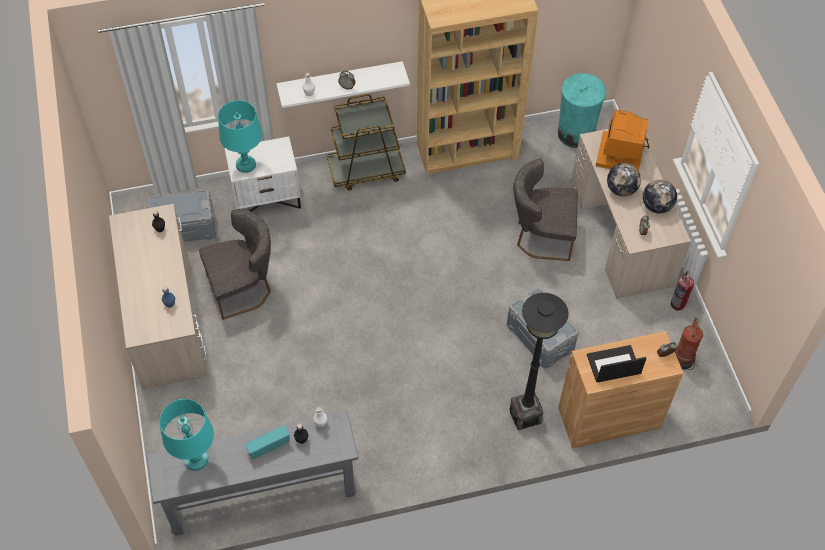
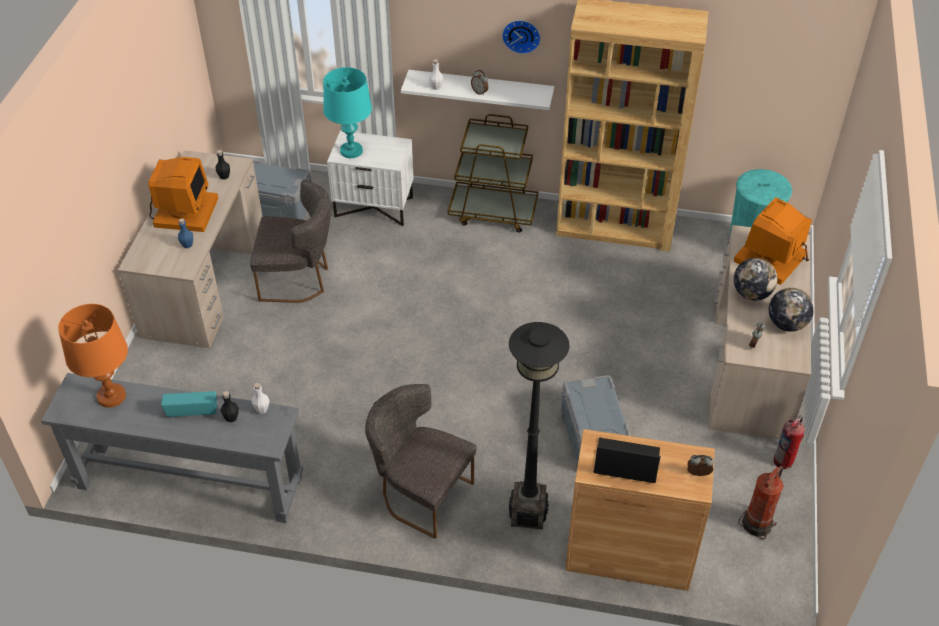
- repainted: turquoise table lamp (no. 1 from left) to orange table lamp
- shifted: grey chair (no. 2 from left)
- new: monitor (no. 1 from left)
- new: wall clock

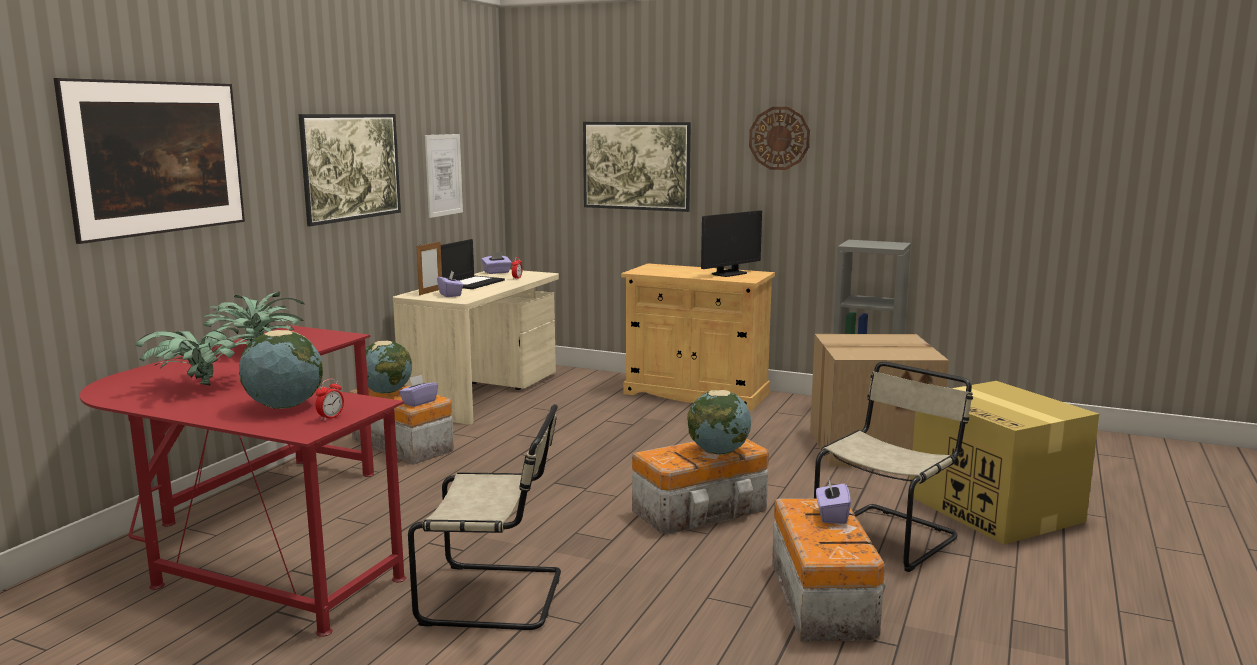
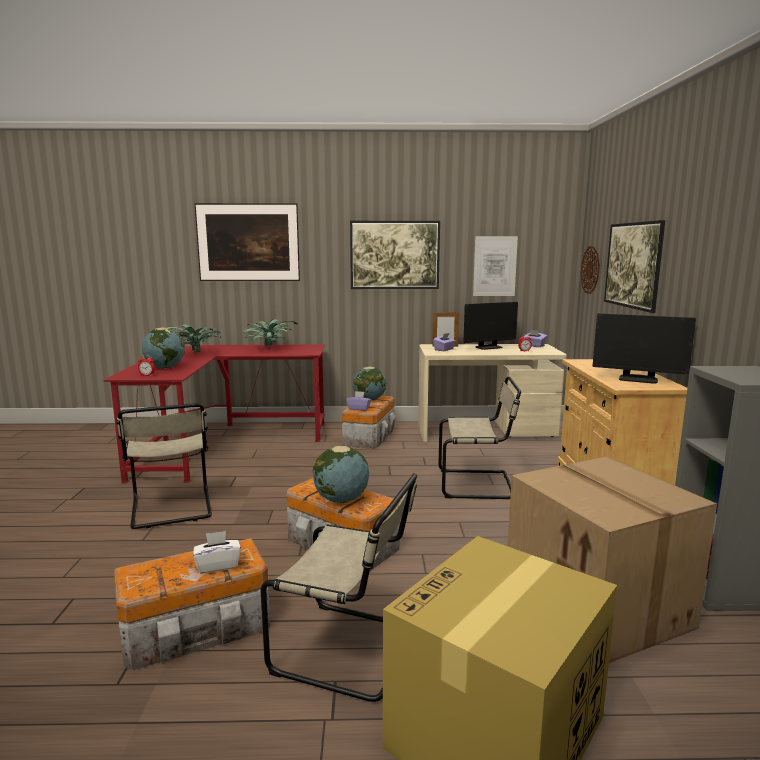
- swapped: laptop to monitor (no. 1 from left)
- shifted: wall clock
- repainted: purple tissue box (no. 4 from left) to white tissue box
- new: beige chair (no. 3 from left)

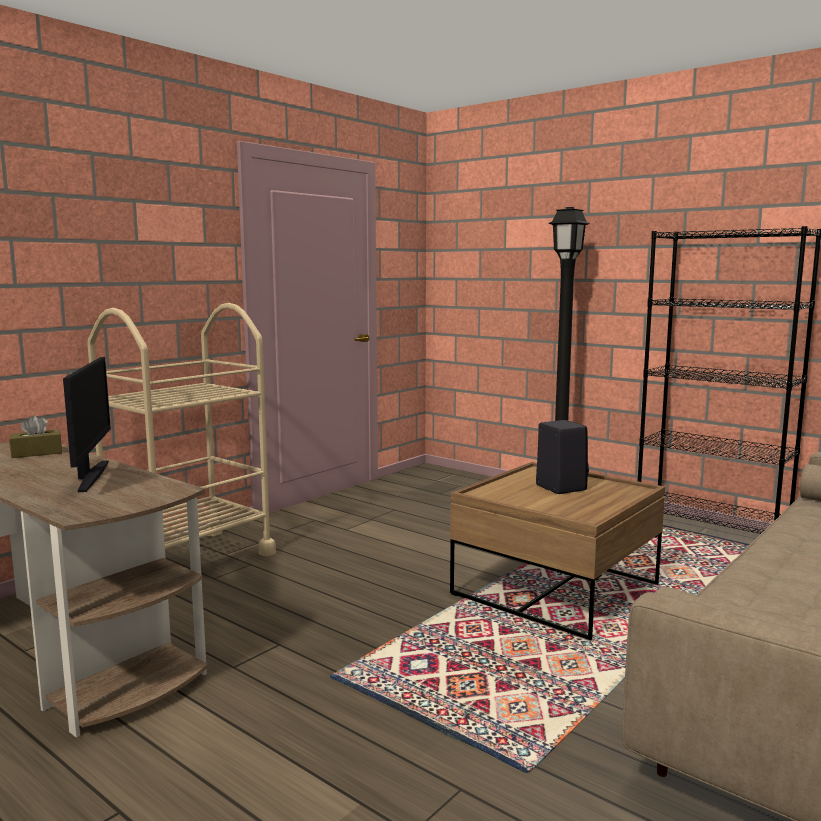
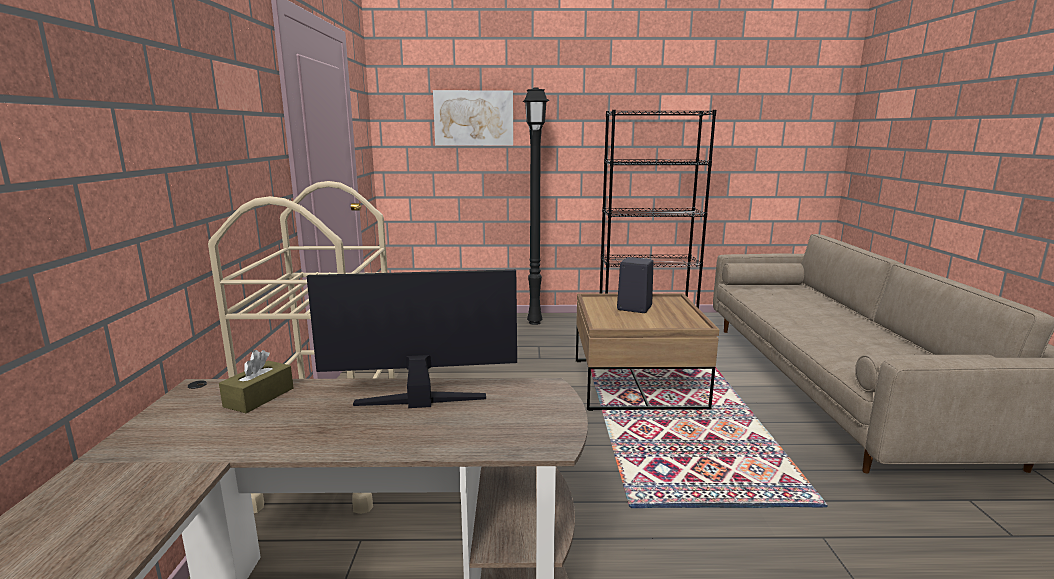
- rotated: monitor 45 degrees counterclockwise
- new: picture

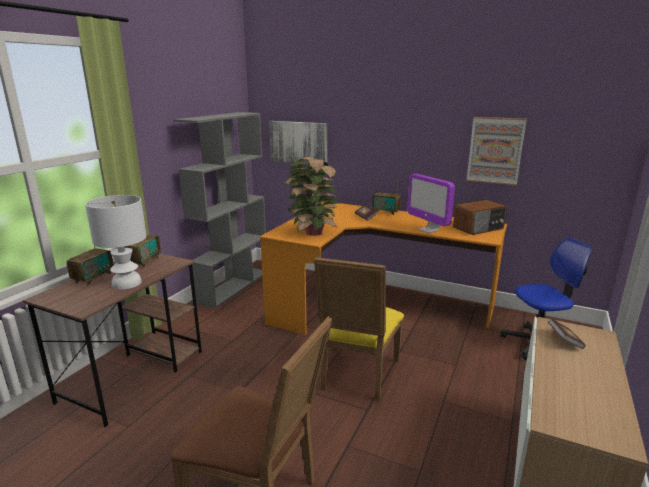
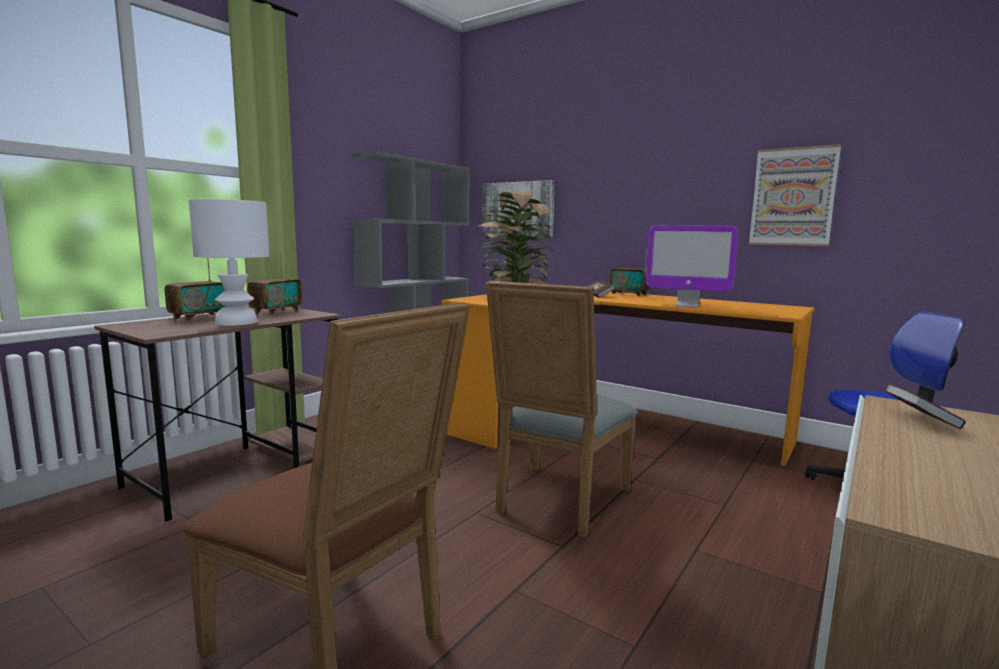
- repainted: yellow chair to grey chair
- rotated: monitor 45 degrees counterclockwise
- gone: radio (no. 4 from left)

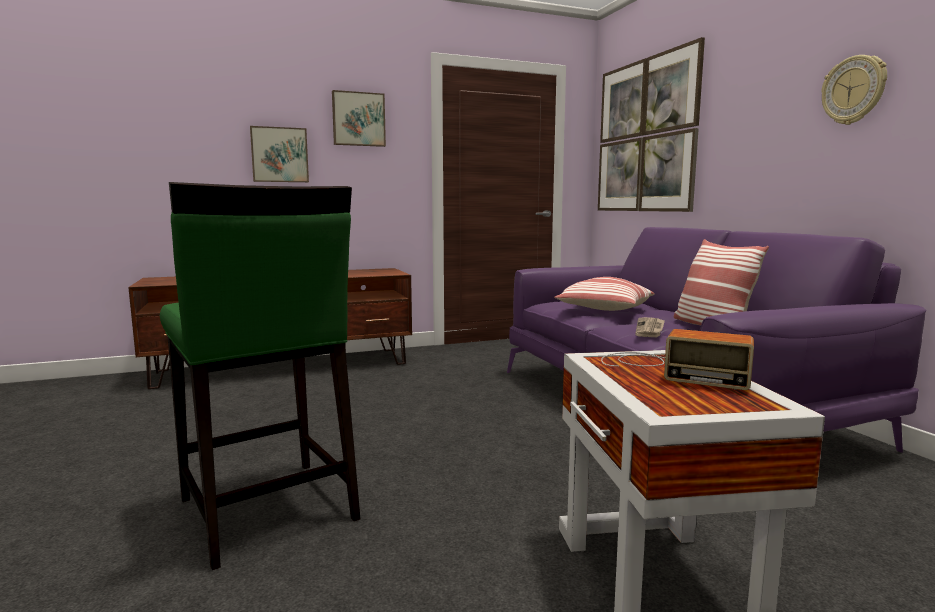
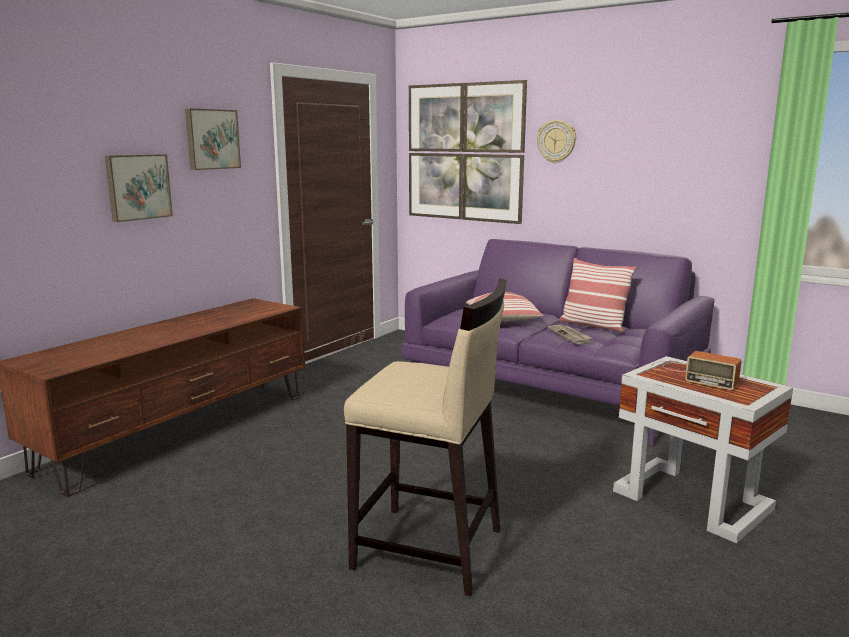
- repainted: green stool to beige stool
- rotated: radio 45 degrees clockwise
- shifted: wall clock

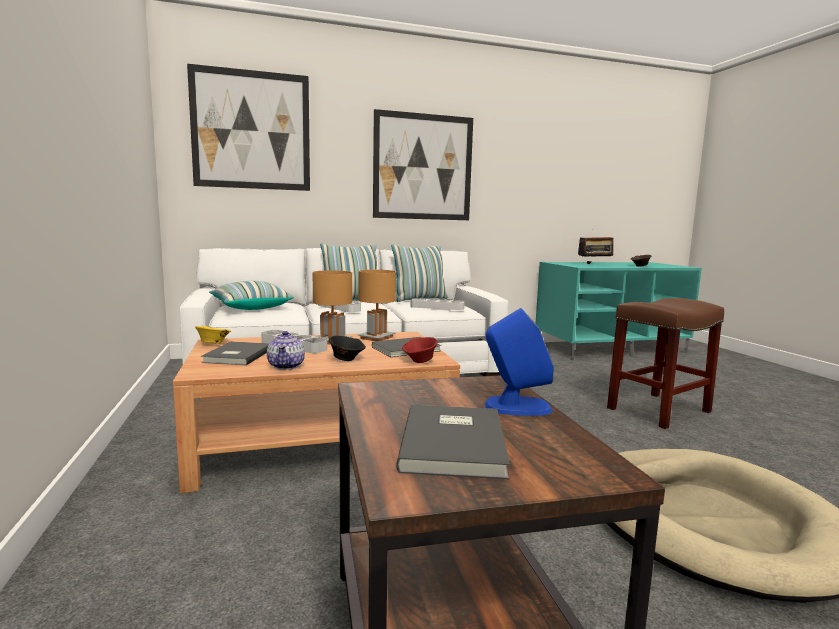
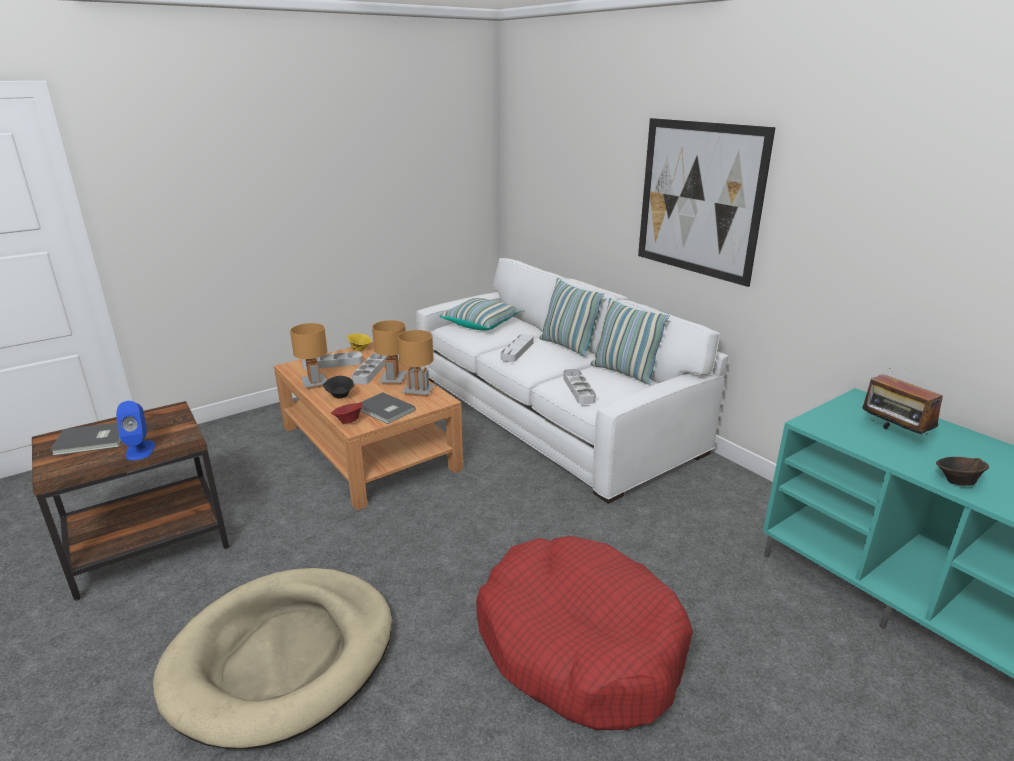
- gone: picture (no. 1 from left)
- swapped: grey book (no. 1 from left) to grey tray (no. 1 from left)
- swapped: teapot to brown table lamp (no. 1 from left)
- swapped: brown stool to red dog bed

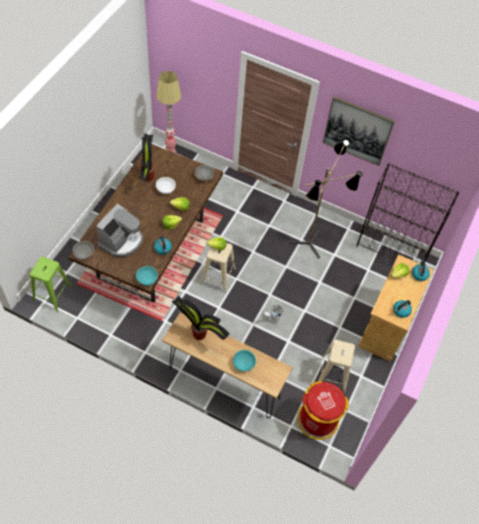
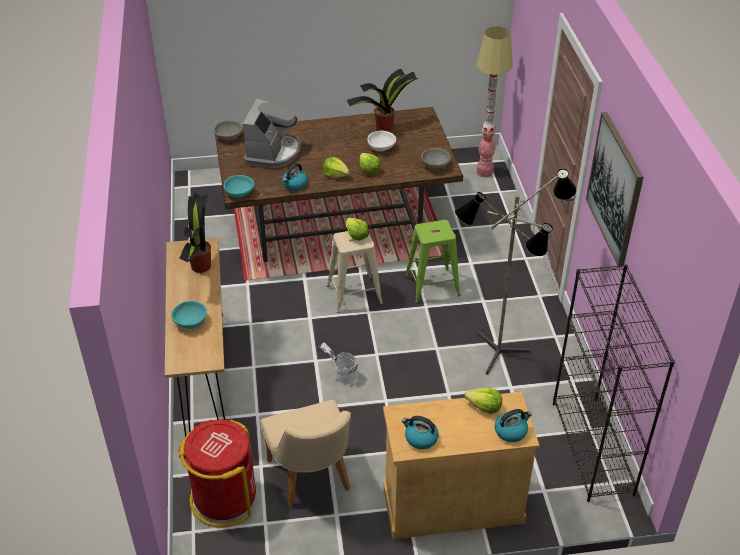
- shifted: green stool
- rotated: coffee machine 75 degrees counterclockwise
- swapped: beige stool (no. 2 from left) to beige chair

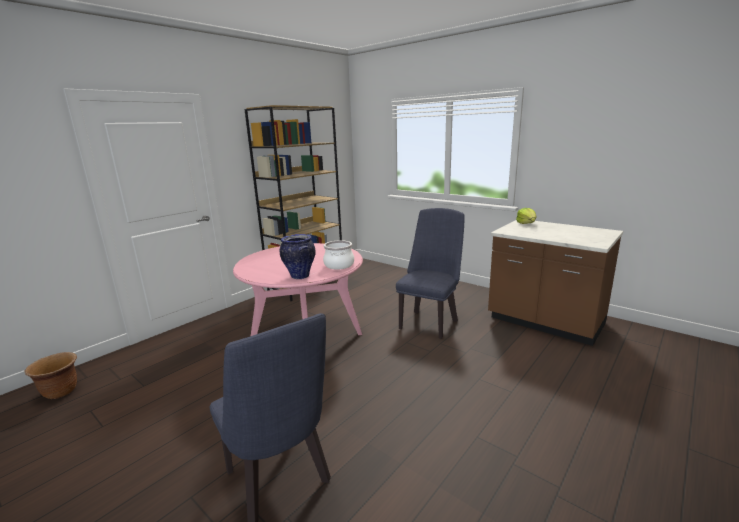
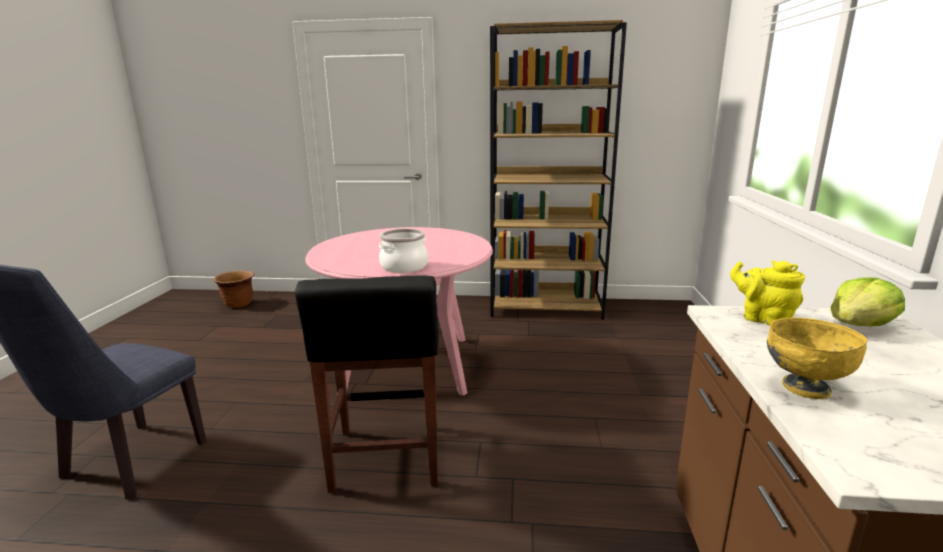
- gone: vase
- gone: blue chair (no. 2 from left)
- new: black stool
- new: yellow teapot
- new: yellow bowl

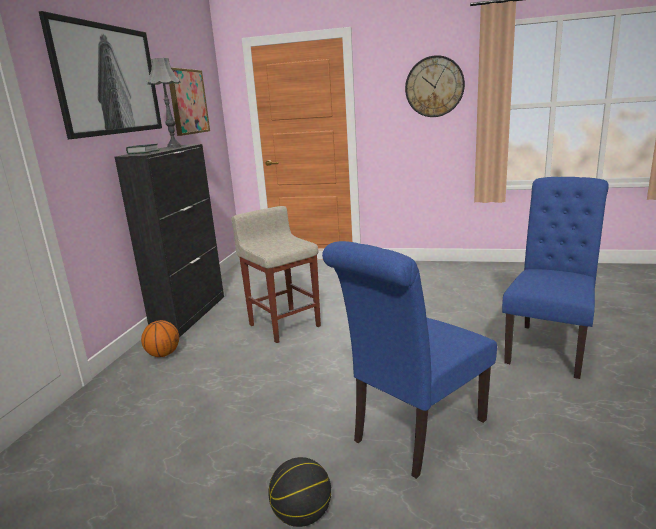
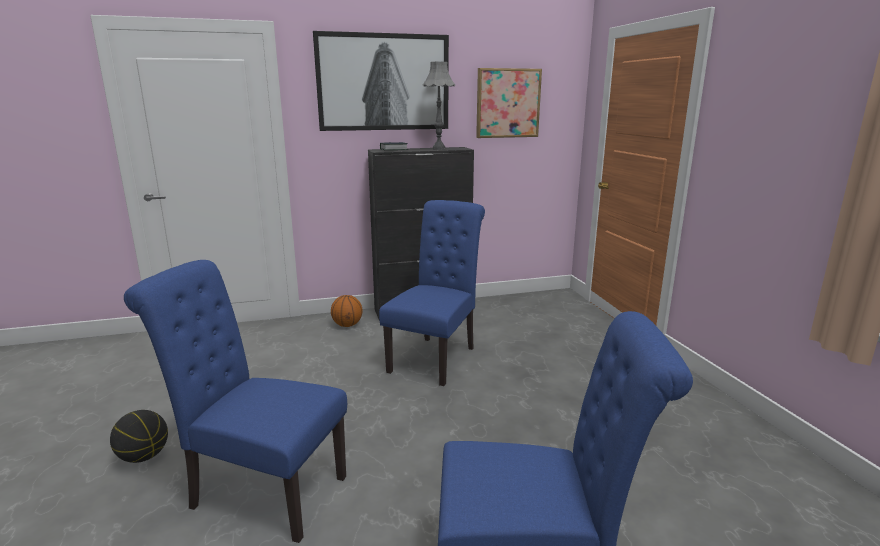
- swapped: beige stool to blue chair (no. 2 from left)
- gone: wall clock

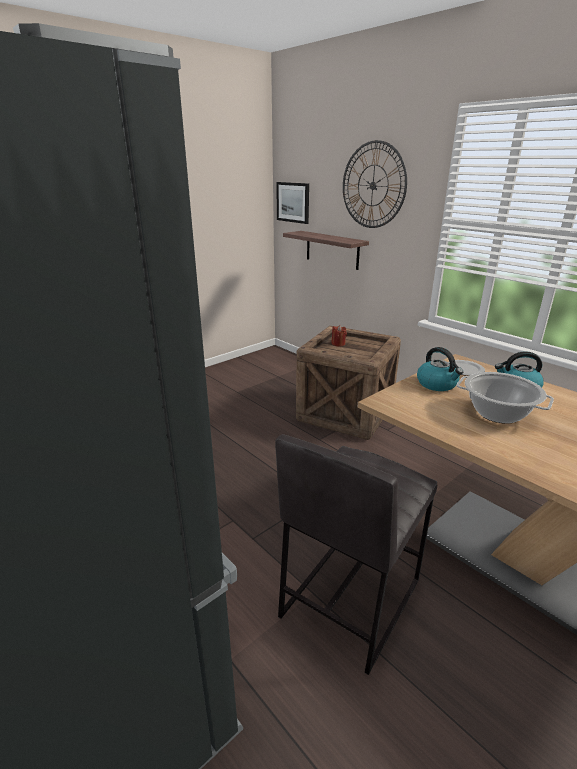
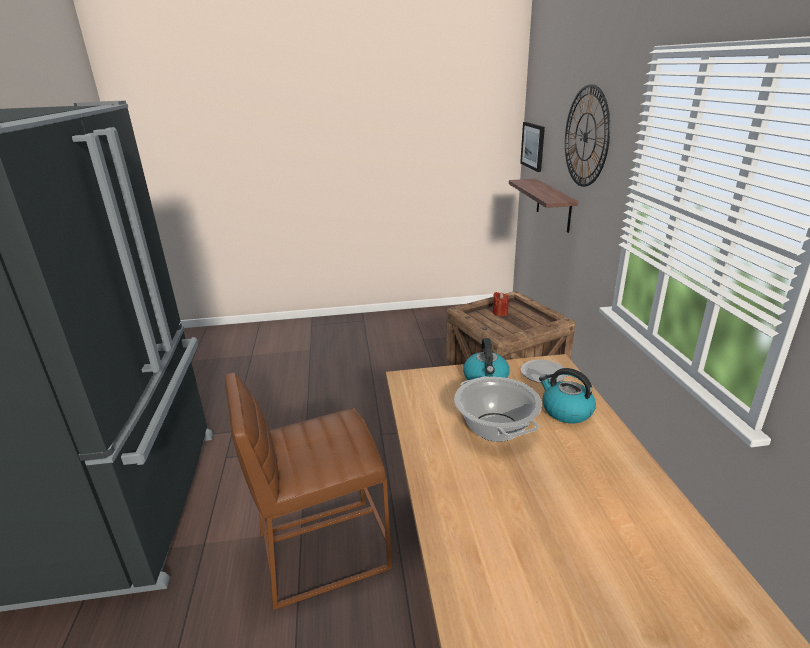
- repainted: grey stool to brown stool

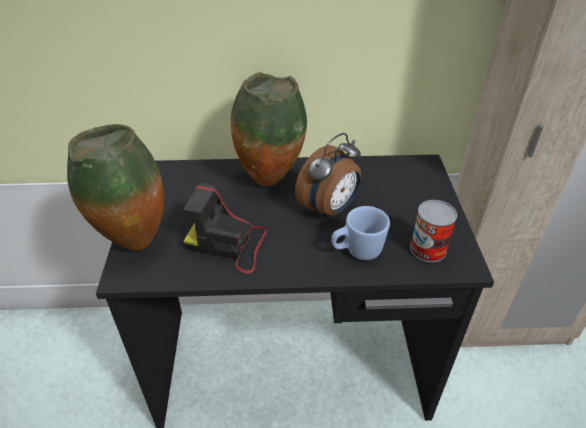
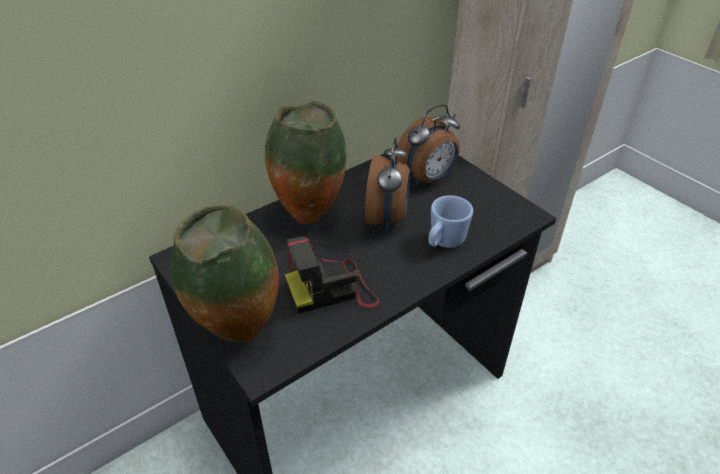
- gone: can
- new: alarm clock (no. 2 from left)

